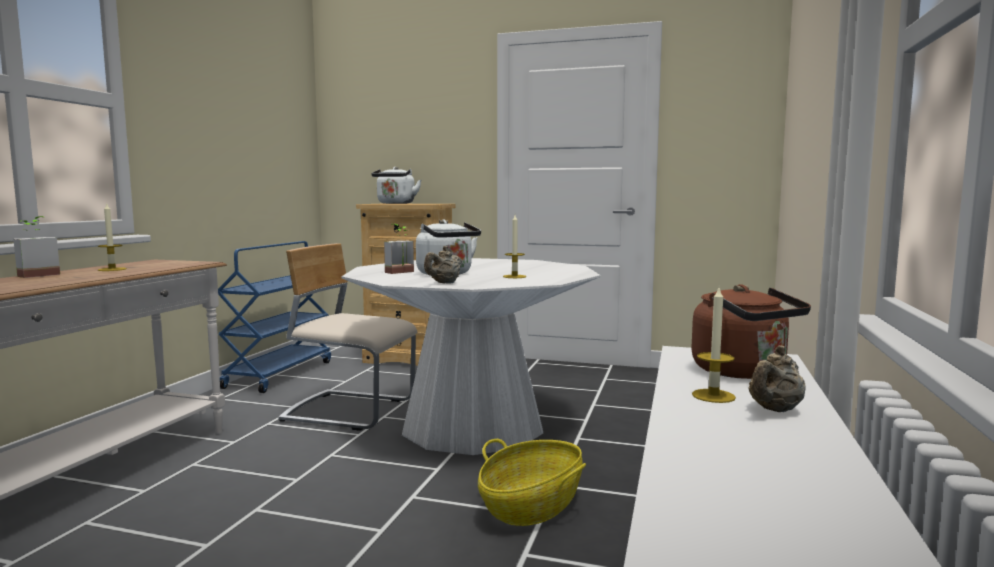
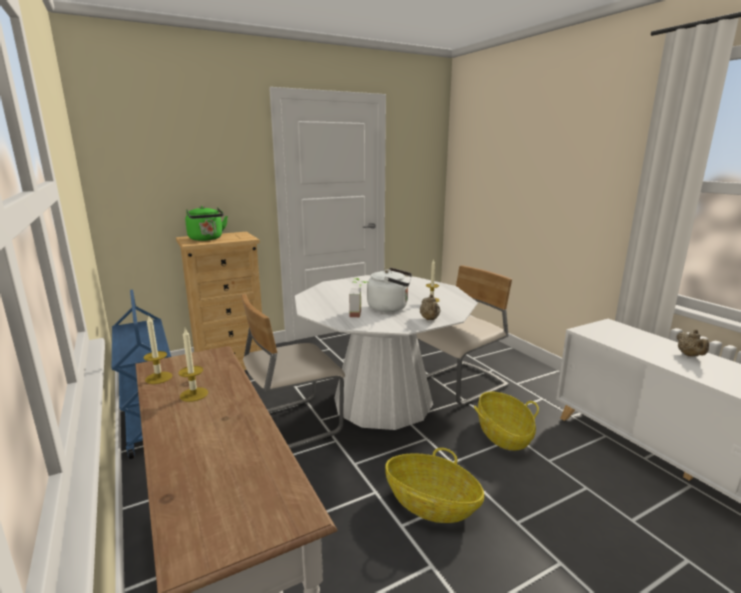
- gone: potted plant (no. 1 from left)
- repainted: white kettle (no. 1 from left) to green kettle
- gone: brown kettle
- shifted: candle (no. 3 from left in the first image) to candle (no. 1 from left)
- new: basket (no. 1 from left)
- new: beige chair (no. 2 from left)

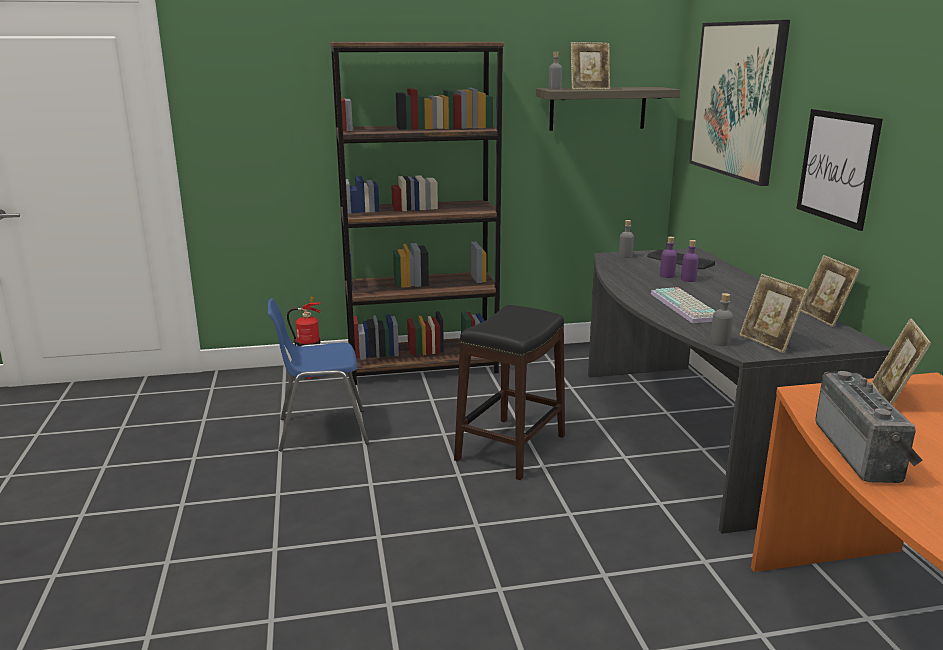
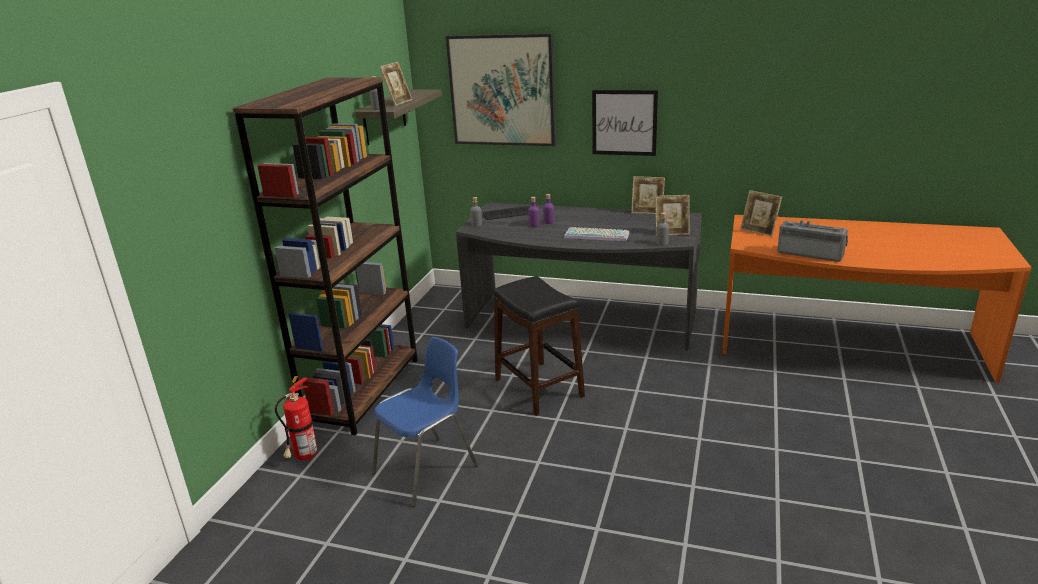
- rotated: blue chair 150 degrees counterclockwise

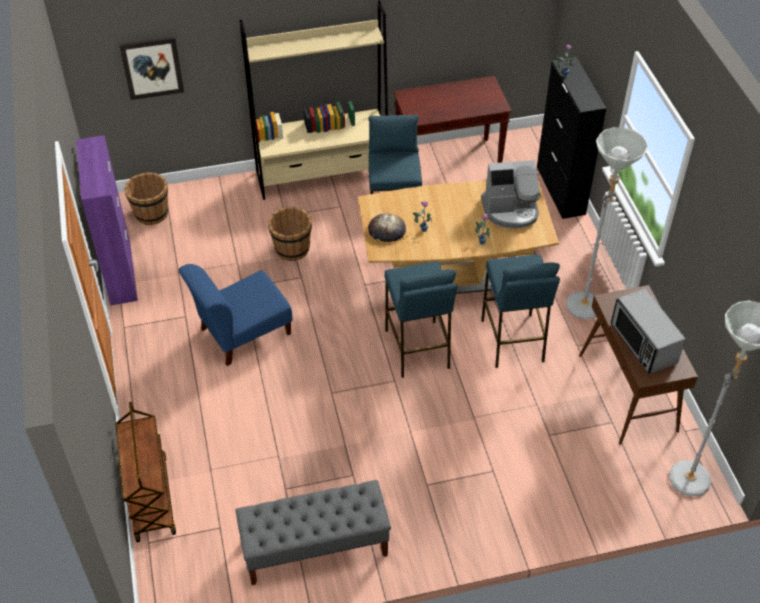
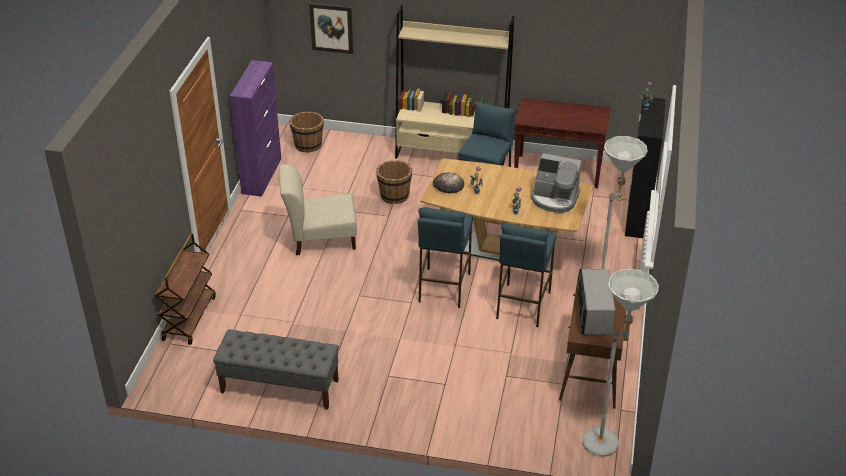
- repainted: blue chair to beige chair

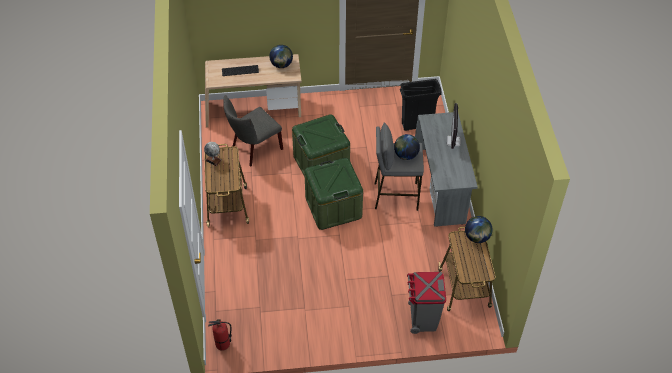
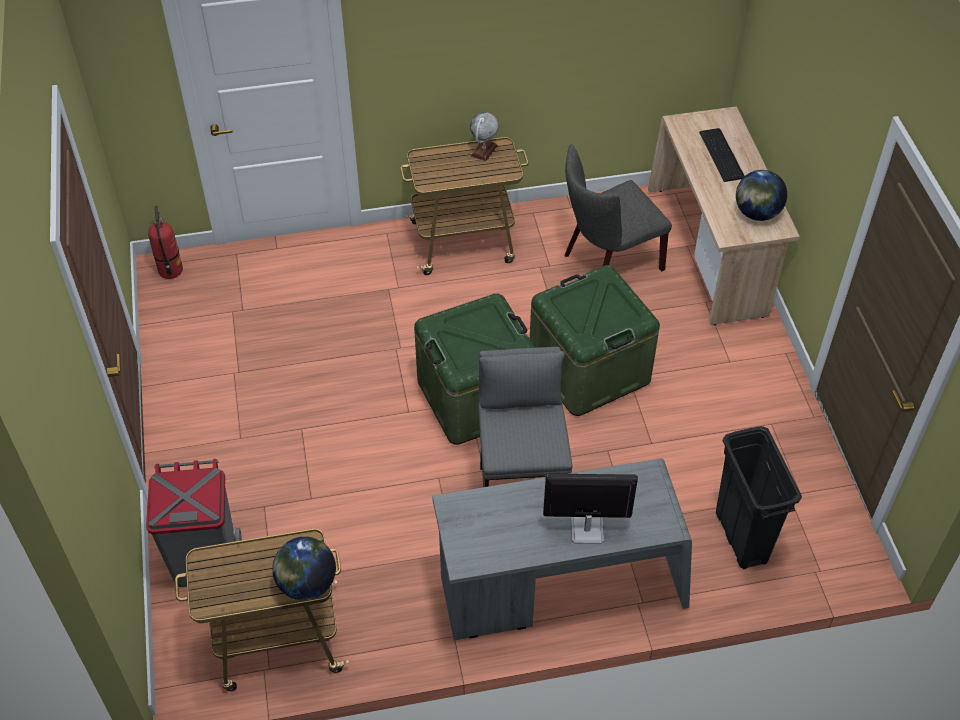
- rotated: grey chair 75 degrees counterclockwise
- gone: globe (no. 3 from left)

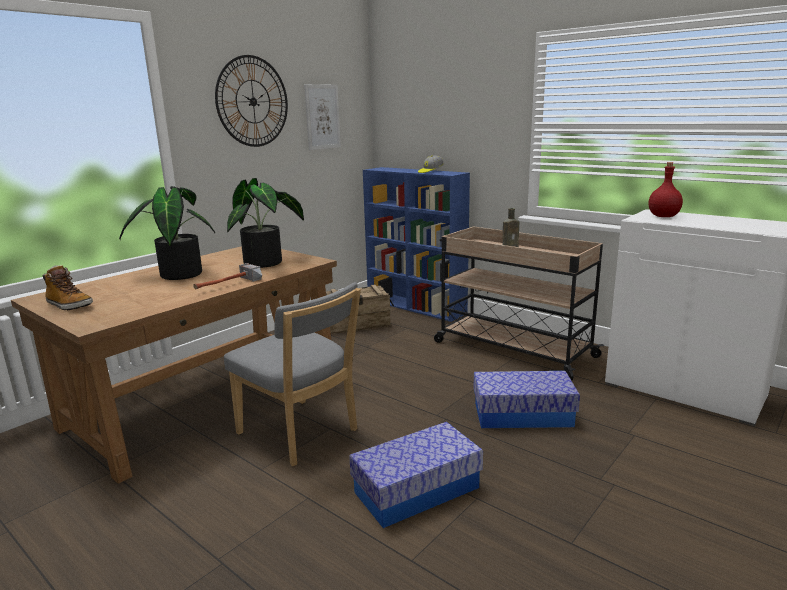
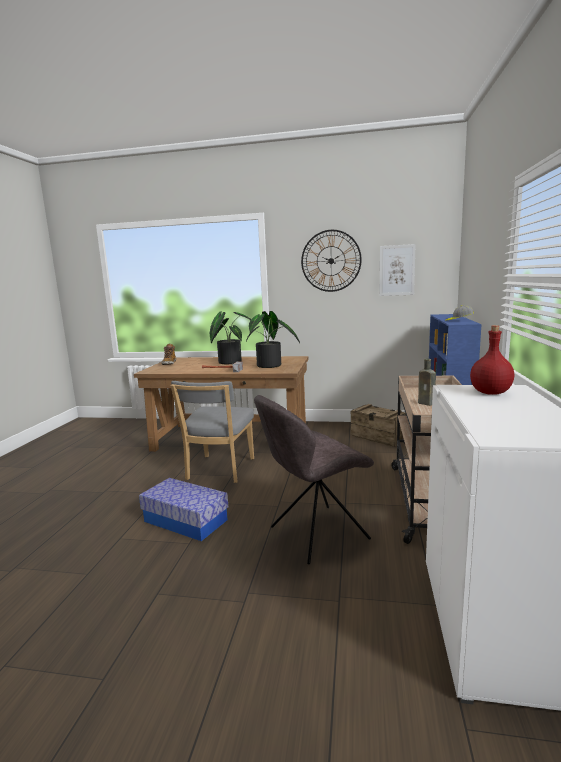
- swapped: storage box (no. 2 from left) to grey chair (no. 2 from left)

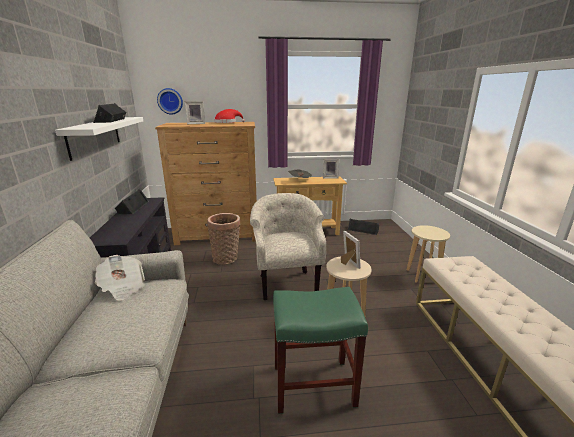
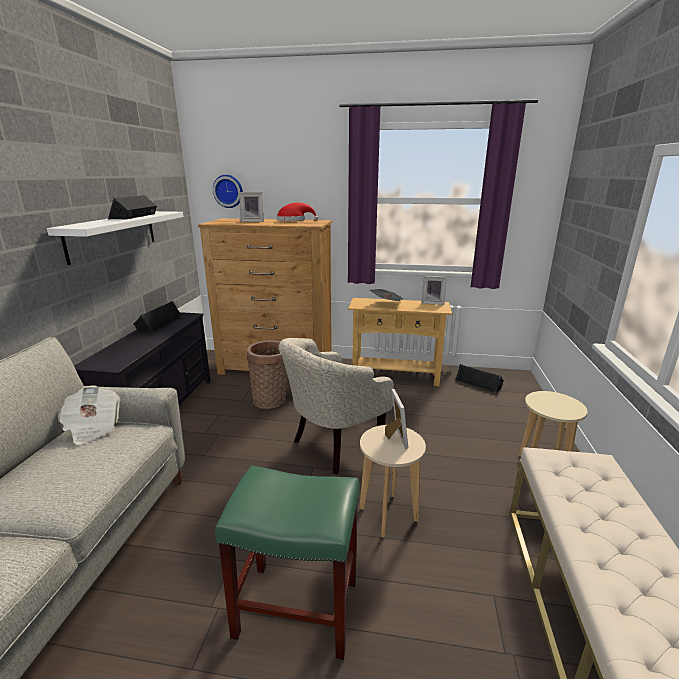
- rotated: beige armchair 135 degrees counterclockwise

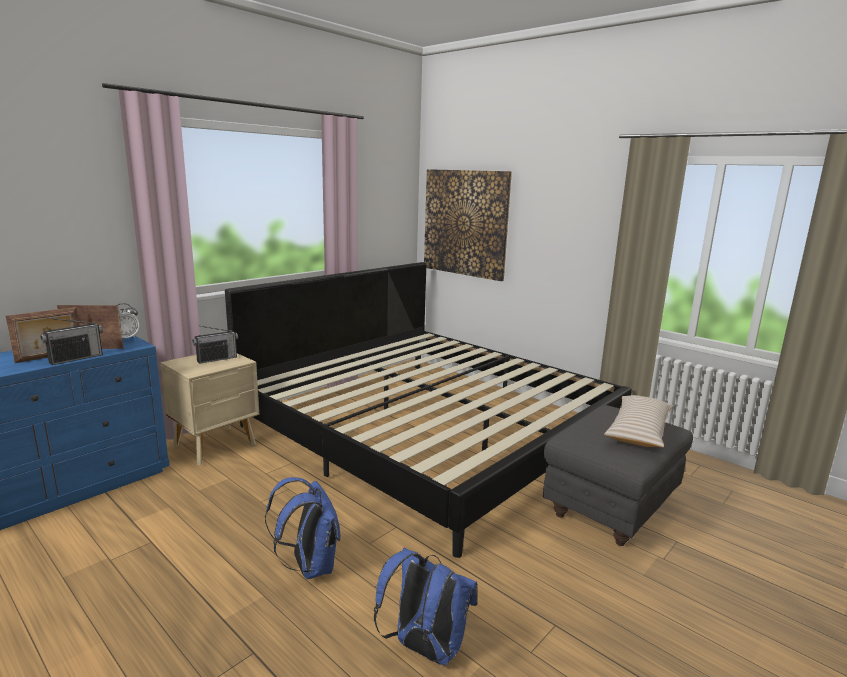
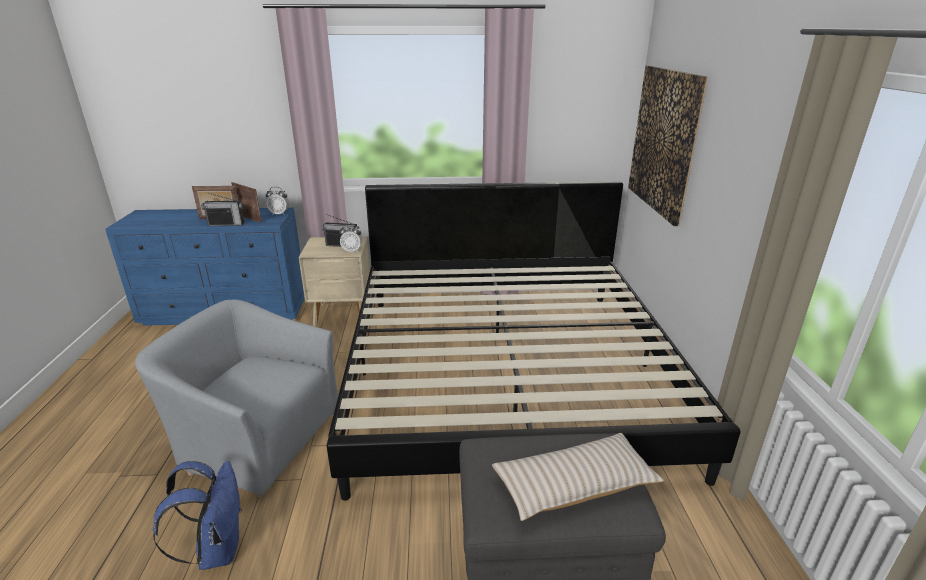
- swapped: blue backpack (no. 1 from left) to grey armchair
- new: alarm clock (no. 2 from left)

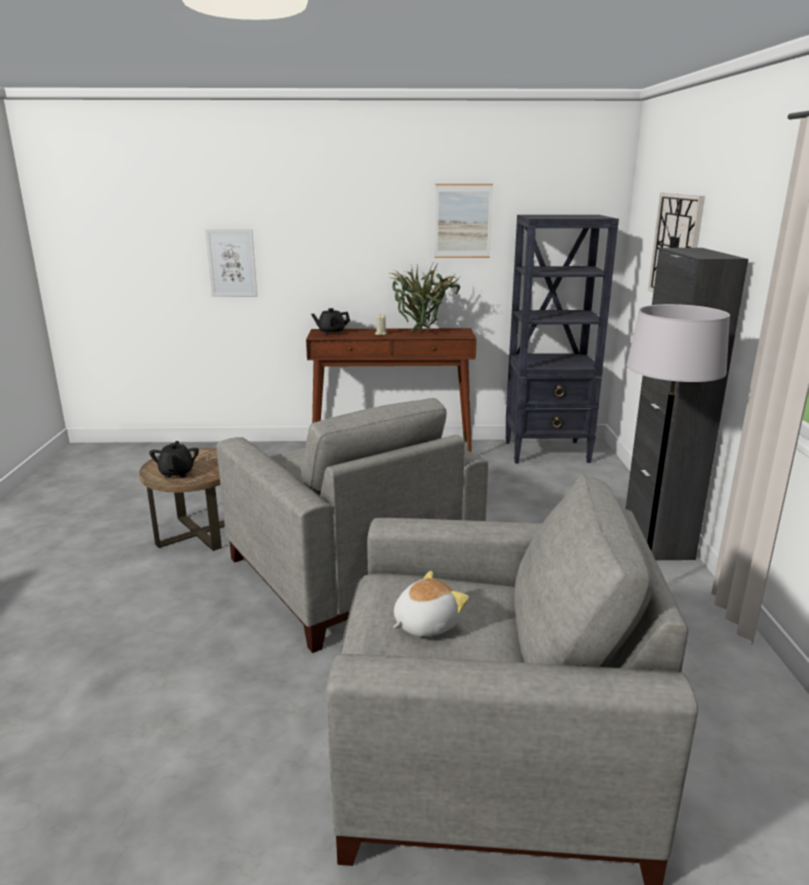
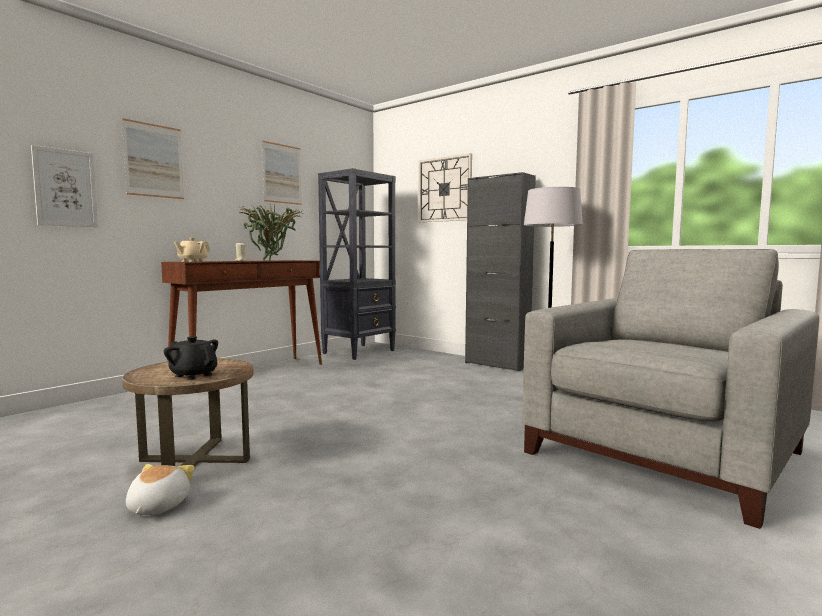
- gone: grey armchair (no. 1 from left)
- repainted: black teapot (no. 2 from left) to beige teapot
- shifted: plush toy
- new: picture (no. 2 from left)

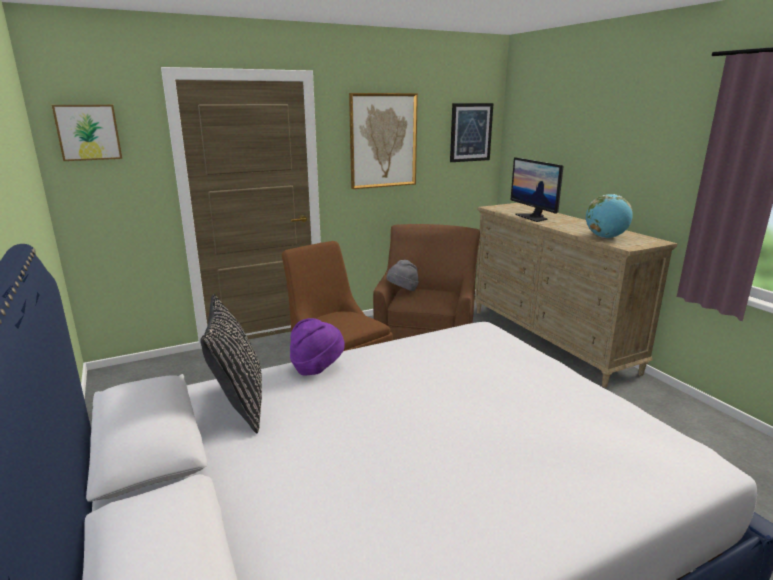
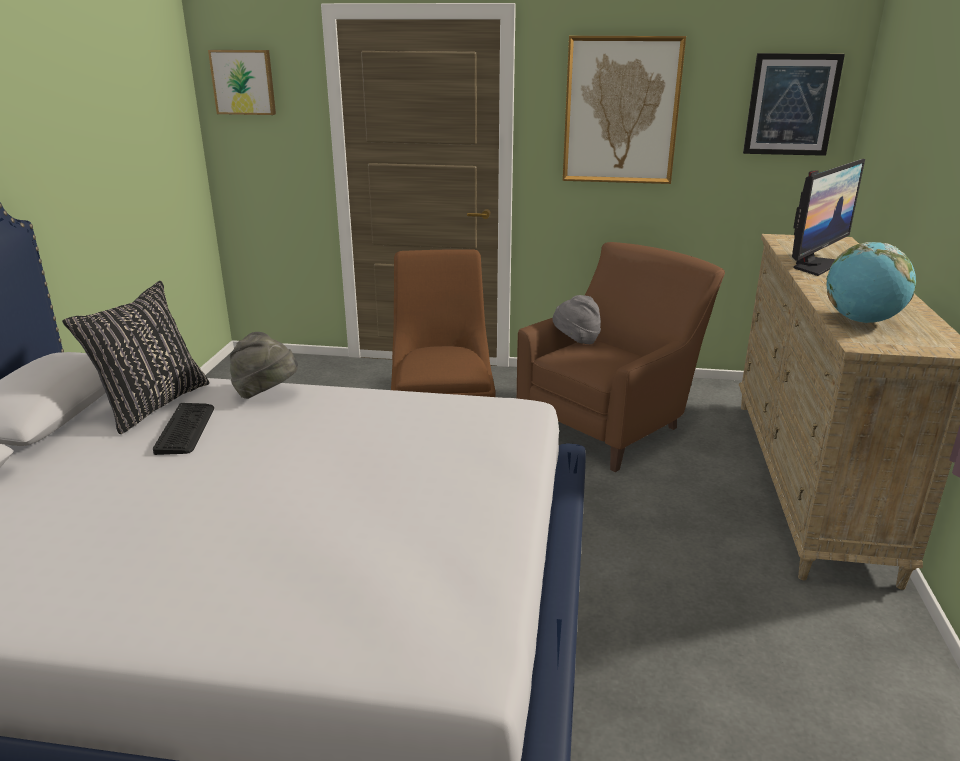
- repainted: purple hat to grey hat (no. 1 from left)
- rotated: monitor 150 degrees counterclockwise
- new: keyboard

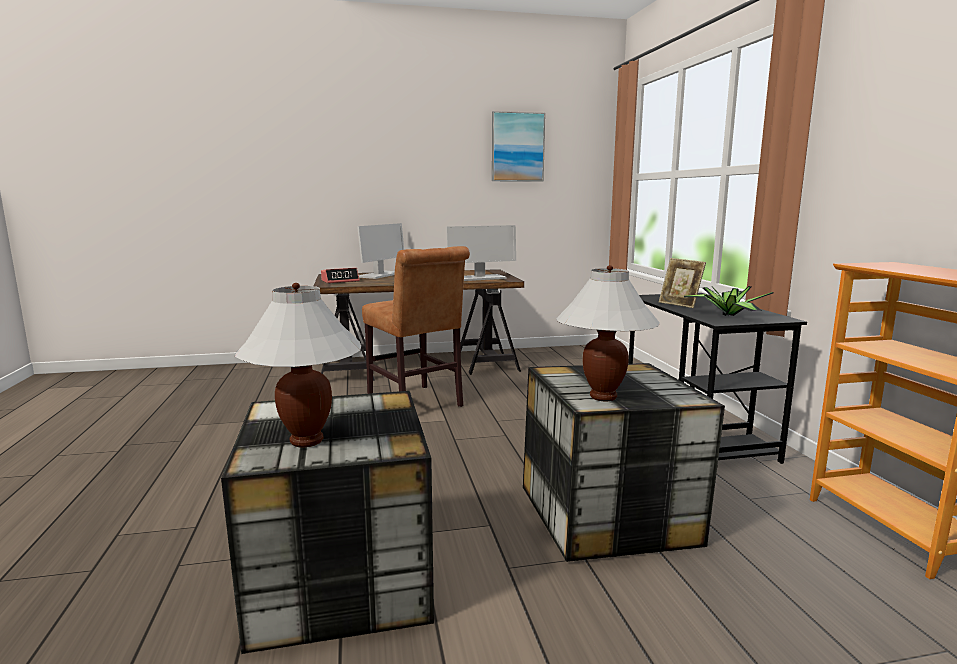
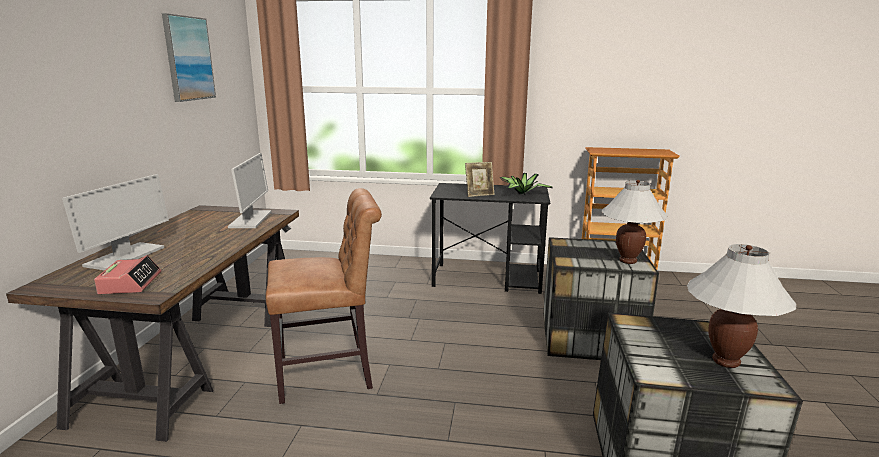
- rotated: monitor (no. 1 from left) 60 degrees clockwise

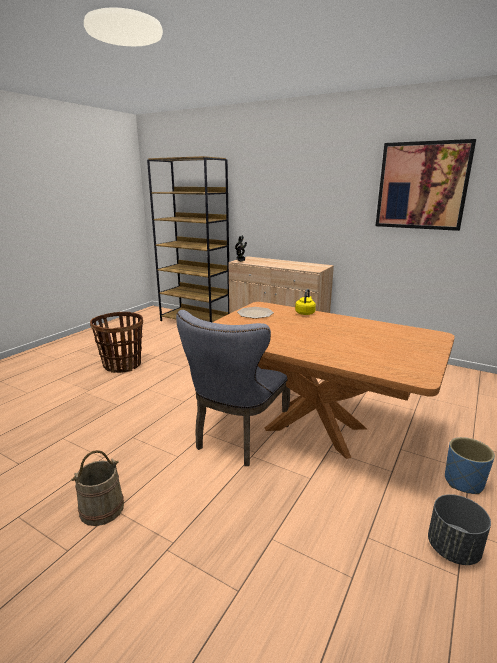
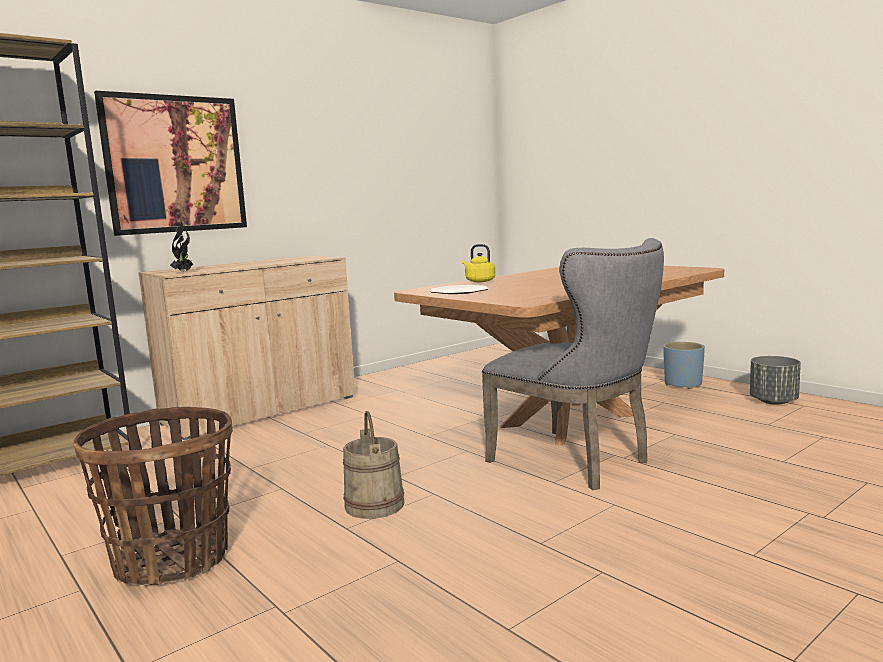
- shifted: beige bucket
- shifted: picture

